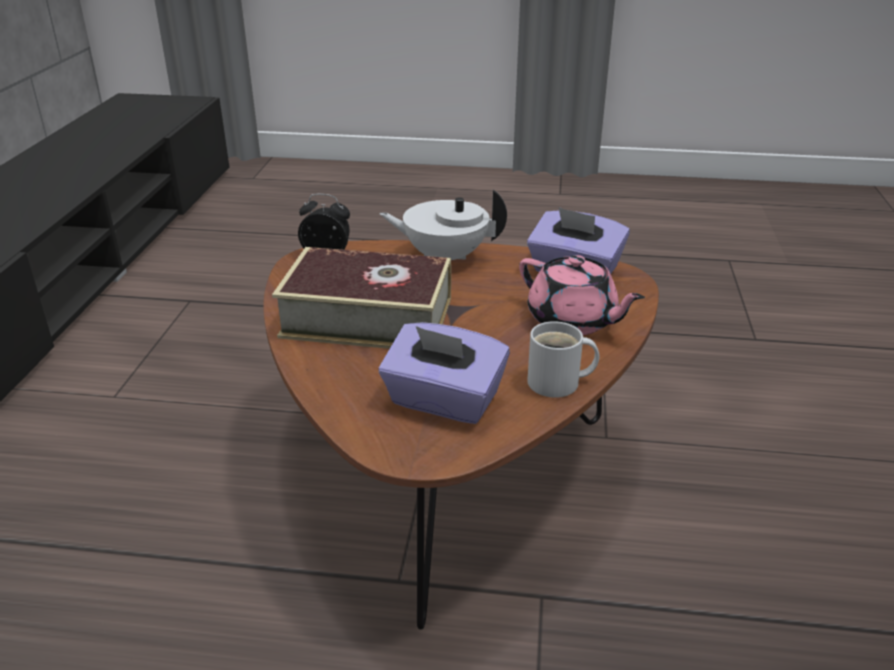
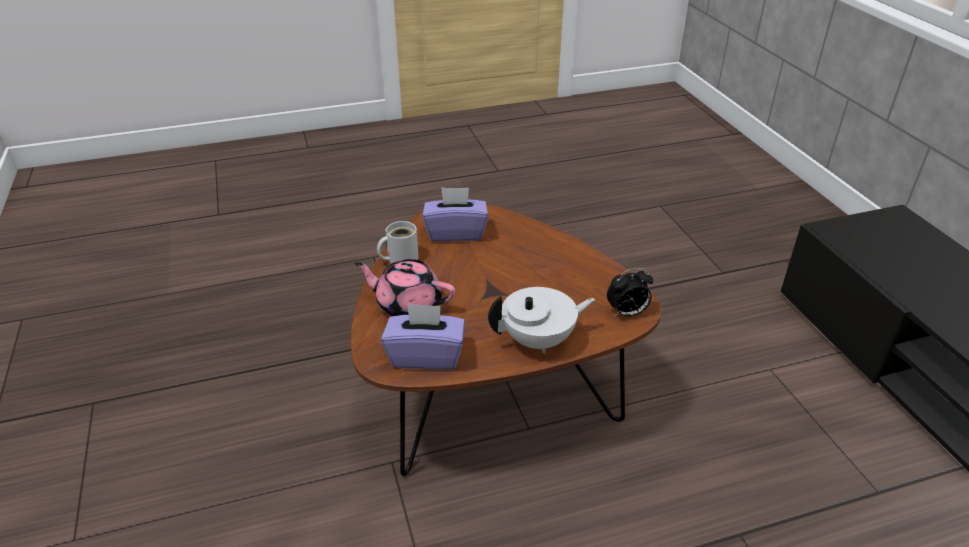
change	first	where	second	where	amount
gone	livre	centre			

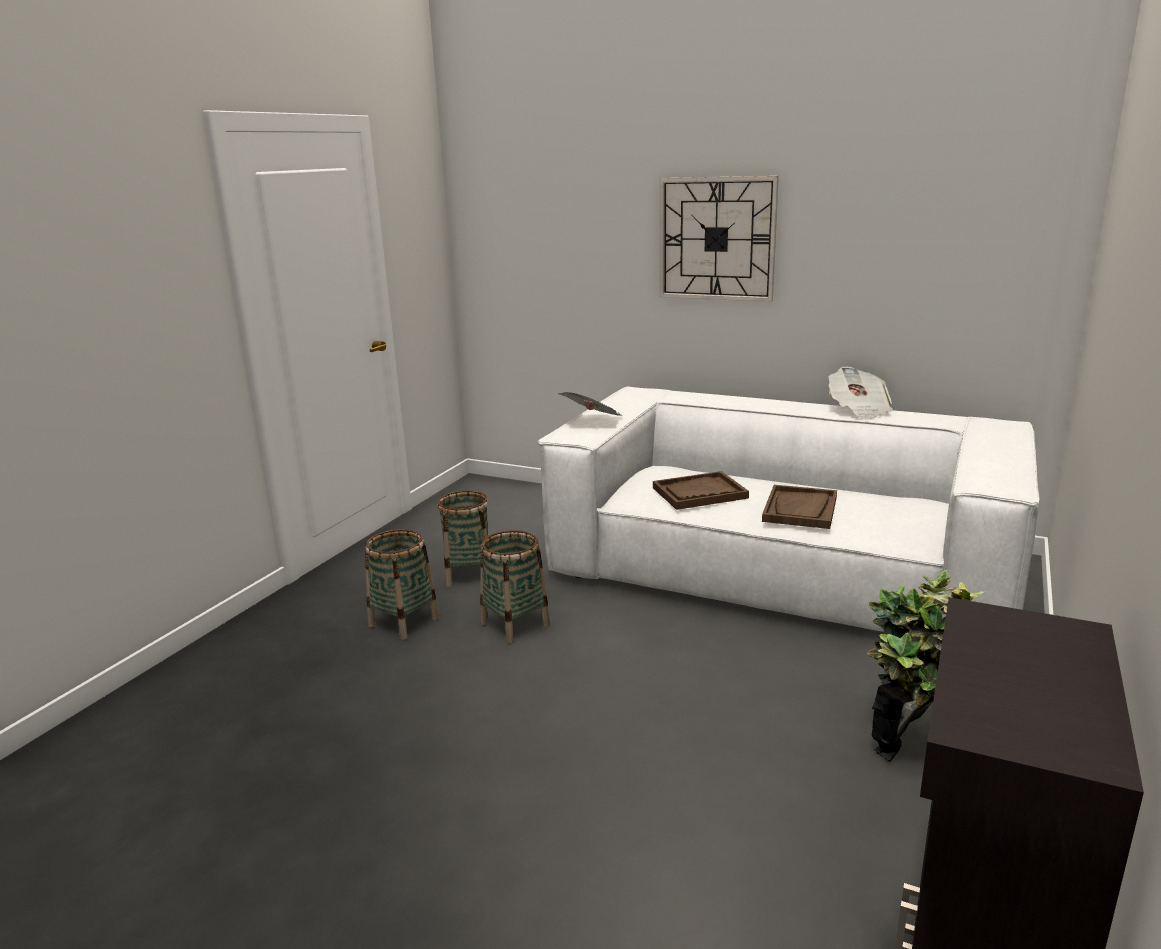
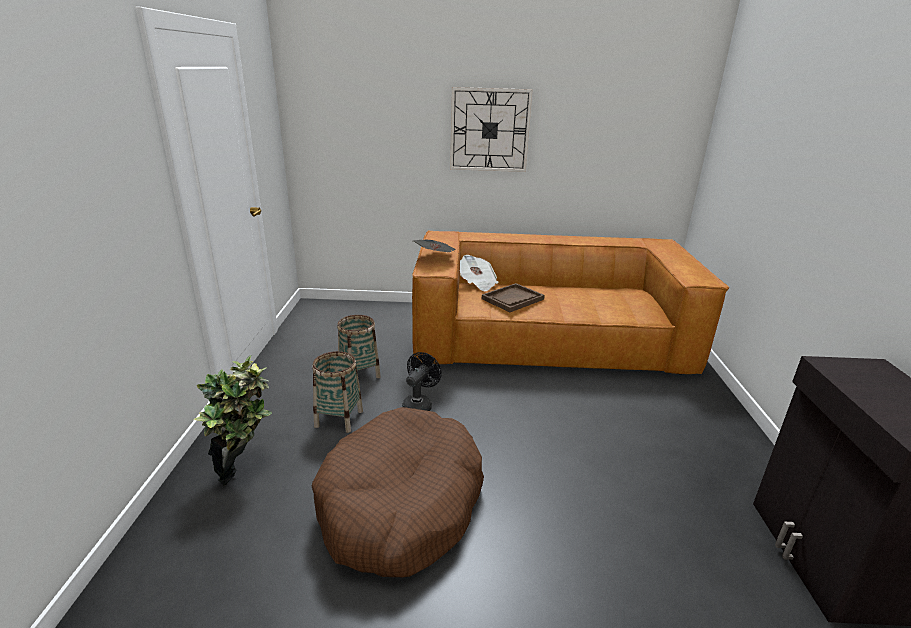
change	first	where	second	where	amount
shifted	plante en pot	bottom right		bottom left	
new			panier pour chien/marron	bottom centre	
swapped	panier (no. 3 from left)	centre	ventilateur/noir	centre	
repainted	canapé/blanc	middle right	canapé/marron	centre	
shifted	journal (no. 2 from left)	middle right		centre	
gone	plateau/marron (no. 2 from left)	middle right			

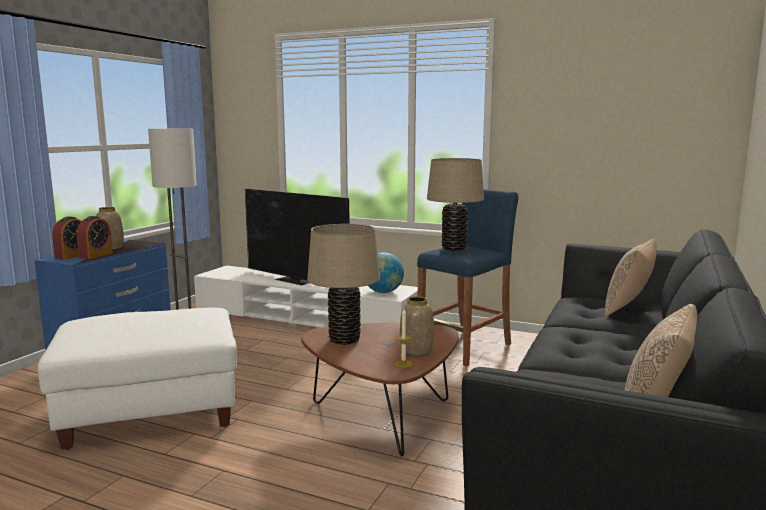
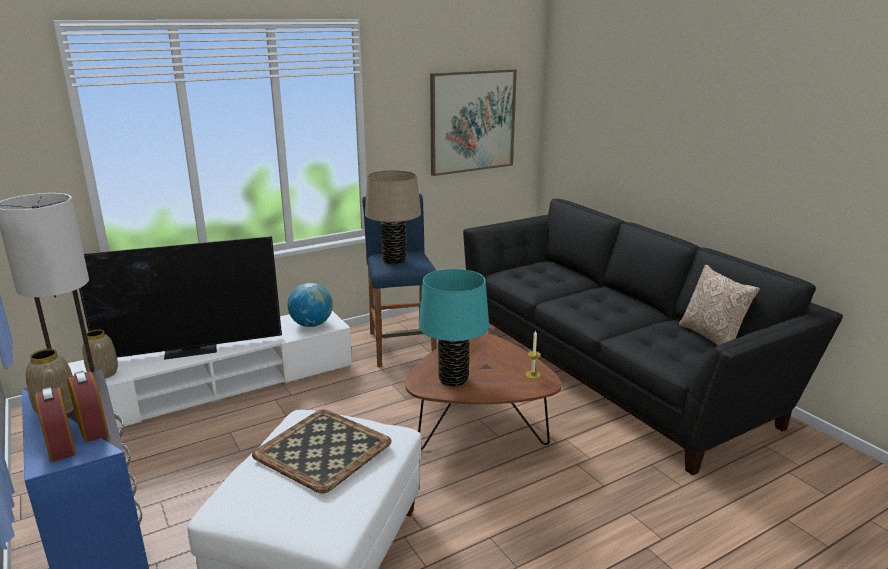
change	first	where	second	where	amount
shifted	vase (no. 2 from left)	centre		middle left	
new			plateau	bottom centre	
repainted	lampe de table/beige (no. 1 from left)	centre	lampe de table/turquoise	centre	
new			tableau	top centre	
gone	coussin (no. 1 from left)	middle right			

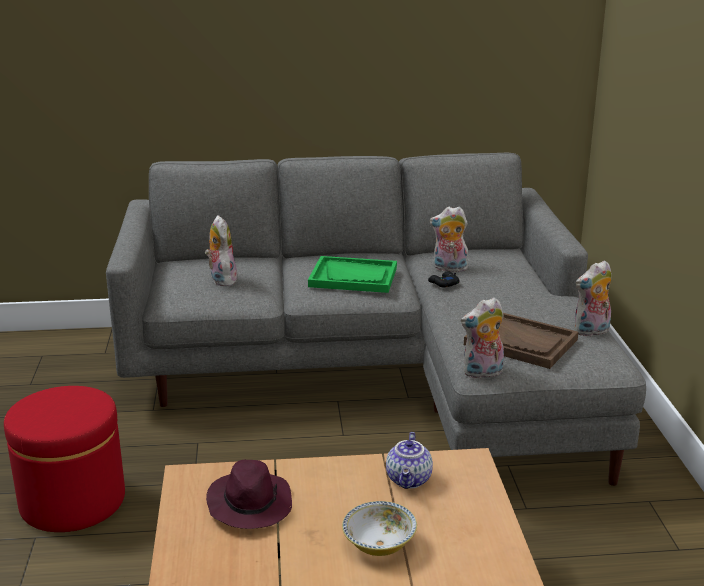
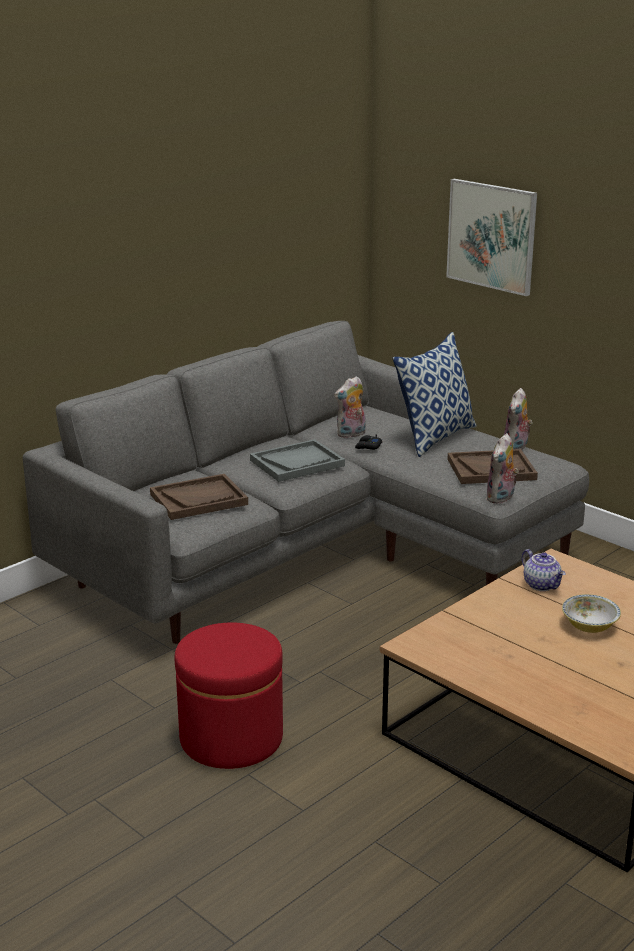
change	first	where	second	where	amount
swapped	peluche (no. 1 from left)	middle left	plateau/marron (no. 1 from left)	middle left	
repainted	plateau/vert	centre	plateau/gris	centre	
new			coussin	middle right	
new			tableau	top right	
gone	chapeau/violet	bottom centre			

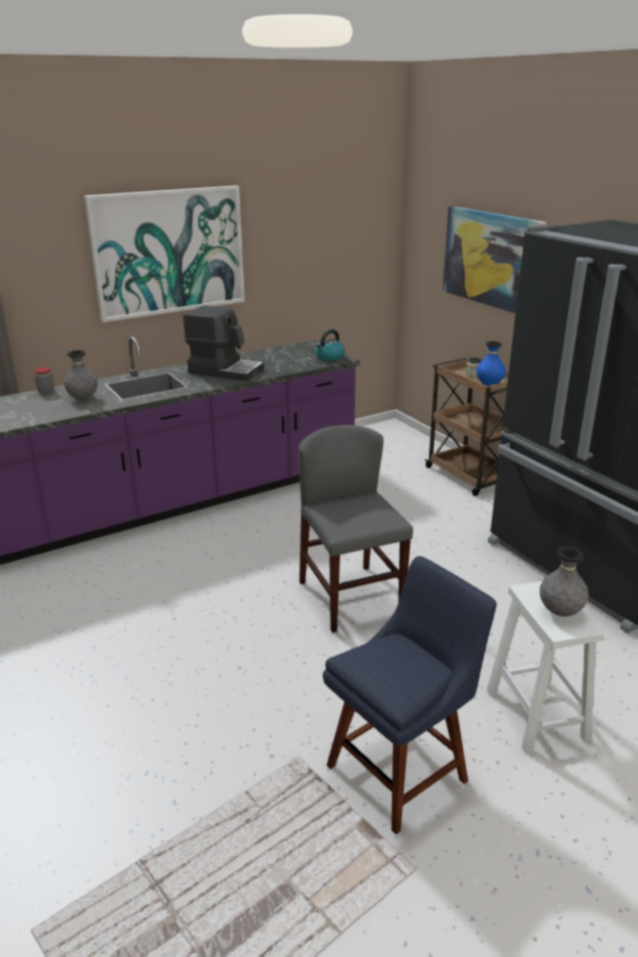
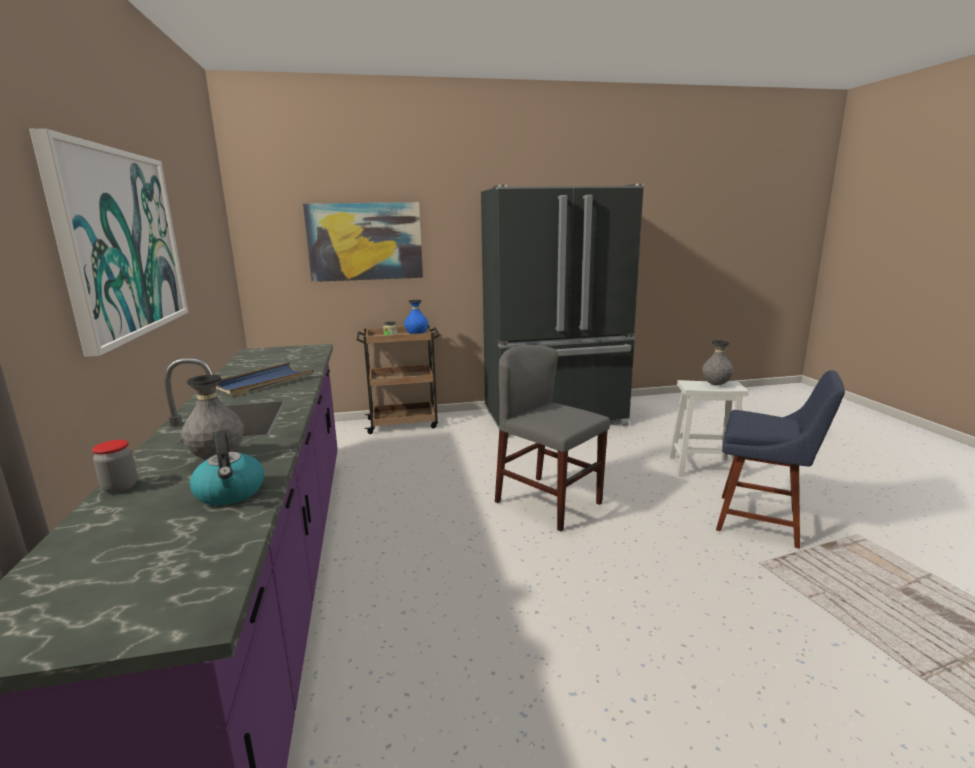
change	first	where	second	where	amount
shifted	bouilloire	centre		middle left	
swapped	machine à café	centre	plateau/bleu	middle left	
rotated	chaise/gris	centre		centre	45 degrees clockwise
rotated	chaise/bleu	bottom centre		middle right	135 degrees clockwise

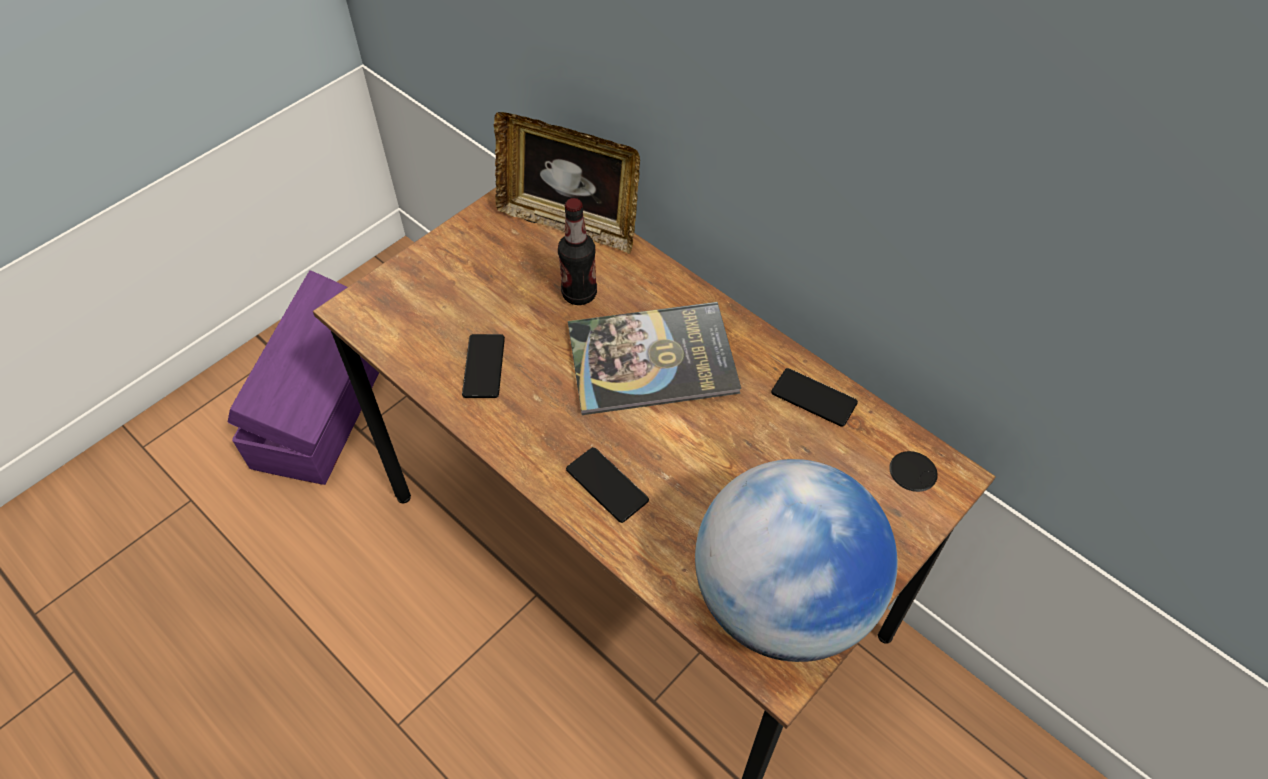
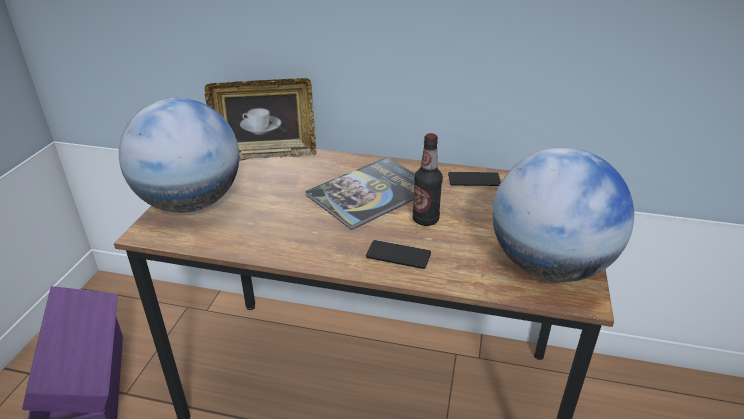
change	first	where	second	where	amount
new			globe (no. 1 from left)	middle left	
shifted	bouteille	top centre		centre	
gone	téléphone (no. 1 from left)	centre			

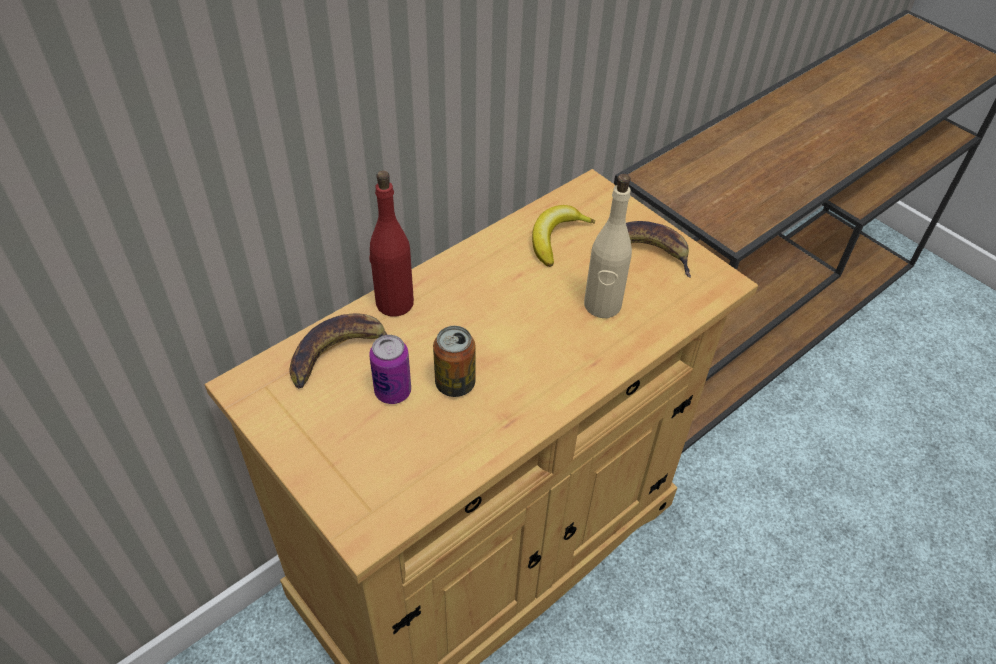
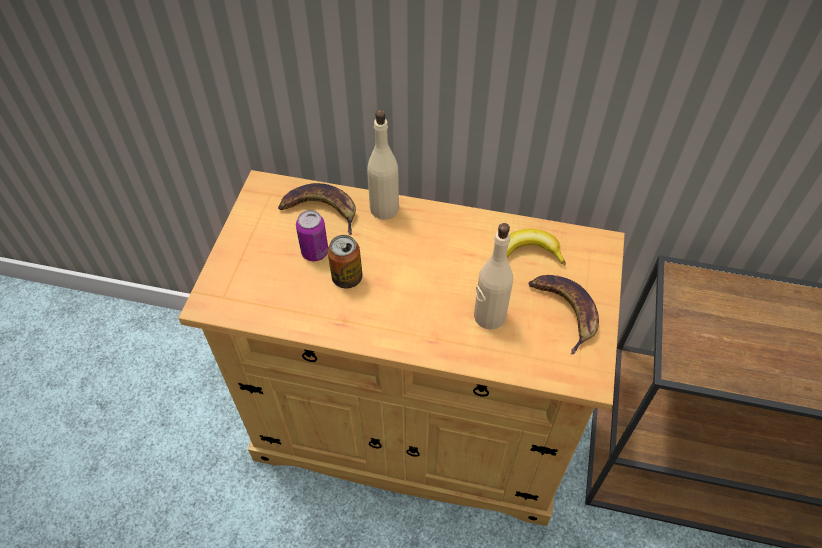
change	first	where	second	where	amount
repainted	bouteille/rouge	centre	bouteille/beige (no. 1 from left)	top centre	

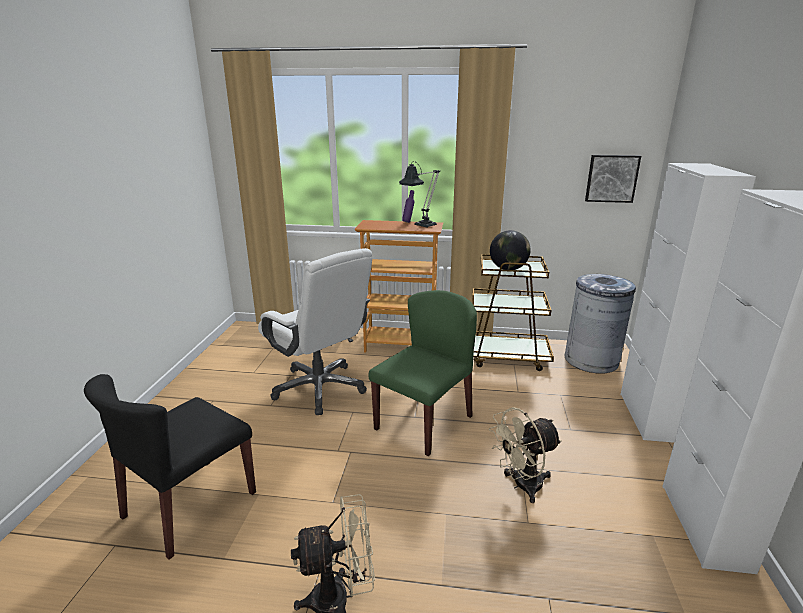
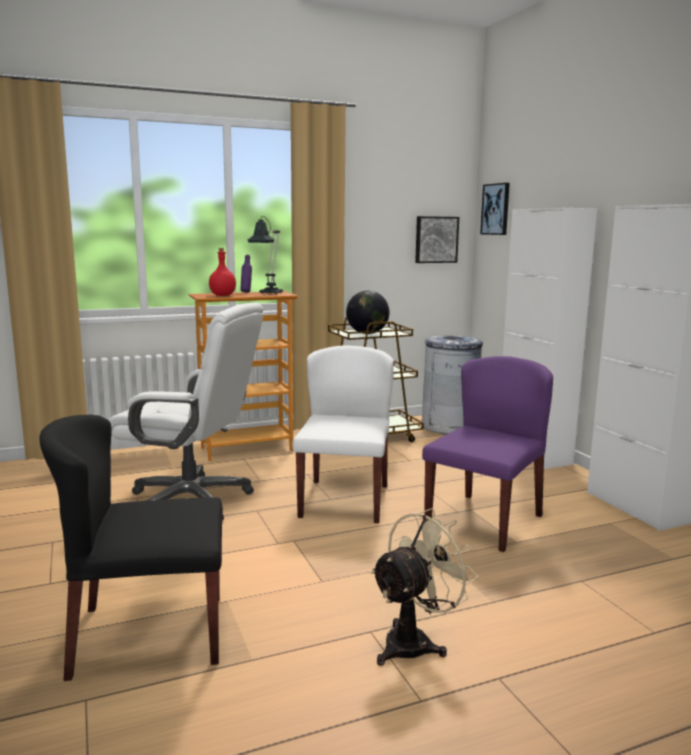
change	first	where	second	where	amount
rotated	chaise/noir	bottom left		bottom left	75 degrees clockwise
new			bouteille/rouge	middle left	
repainted	chaise/vert	centre	chaise/blanc	centre	
swapped	ventilateur/beige (no. 2 from left)	bottom centre	chaise/violet	middle right	
new			tableau (no. 2 from left)	top right	

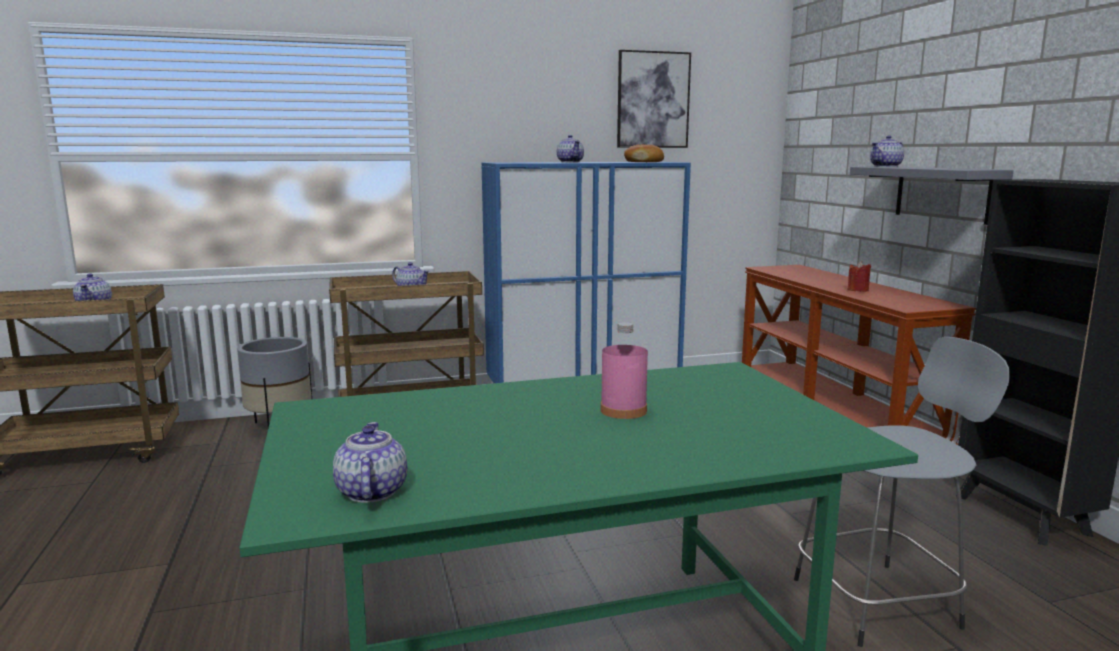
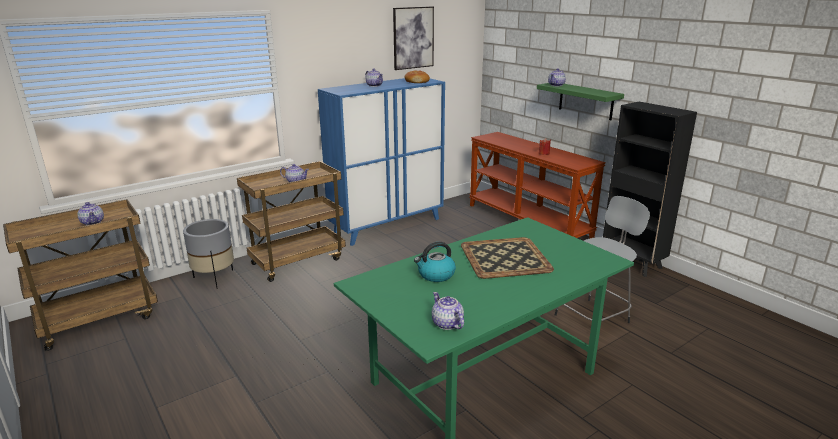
change	first	where	second	where	amount
new			bouilloire	centre	
swapped	bouteille/rose	centre	plateau	centre	
repainted	étagère/gris	top right	étagère/vert	top right	

